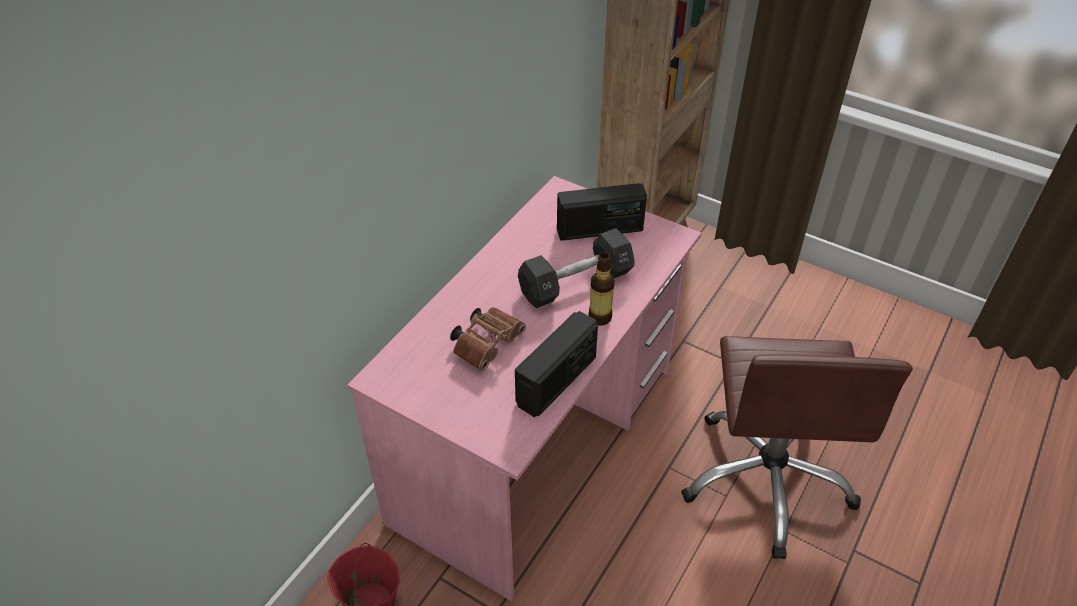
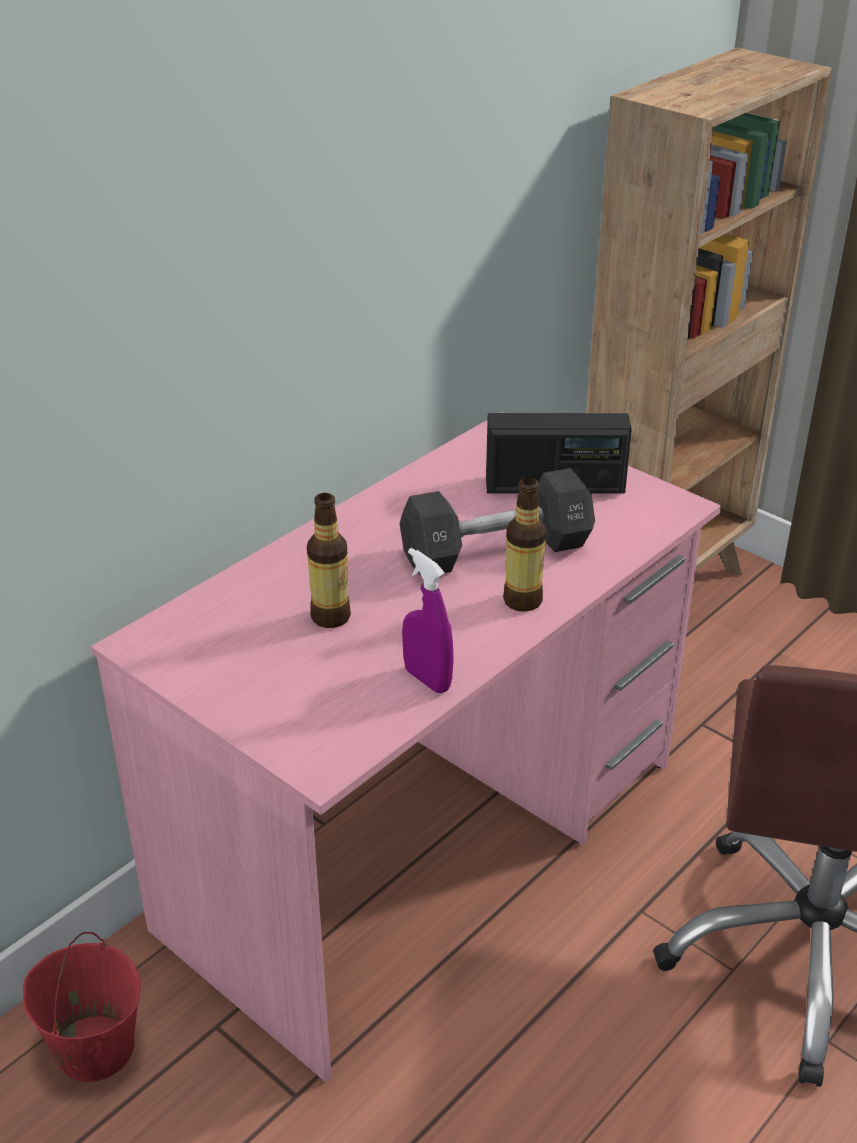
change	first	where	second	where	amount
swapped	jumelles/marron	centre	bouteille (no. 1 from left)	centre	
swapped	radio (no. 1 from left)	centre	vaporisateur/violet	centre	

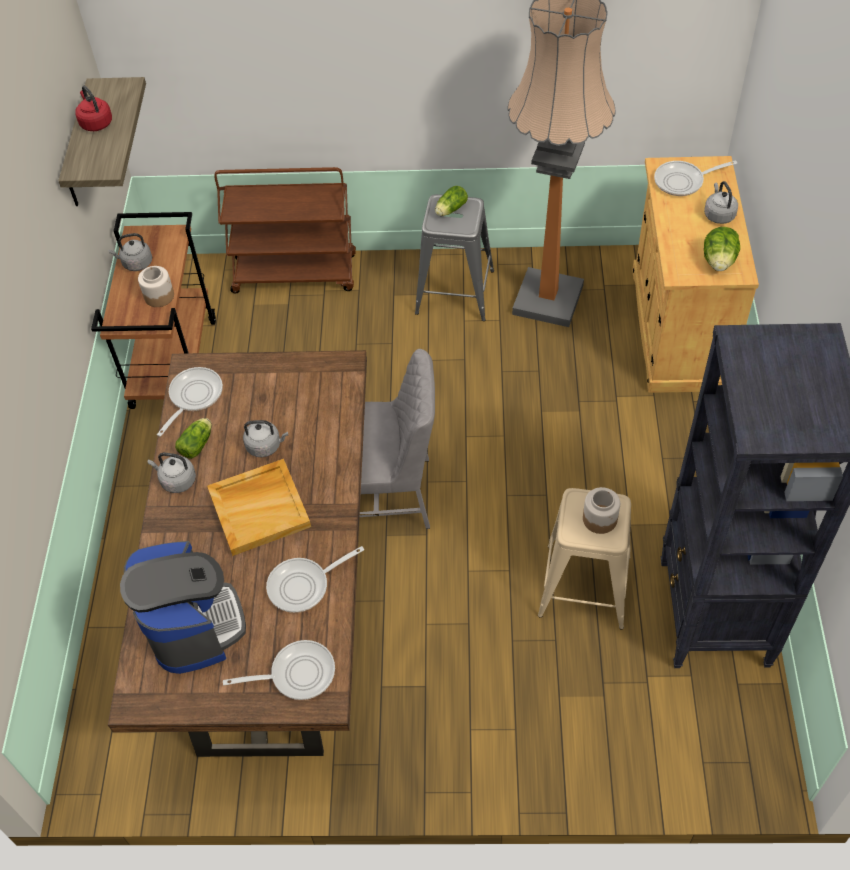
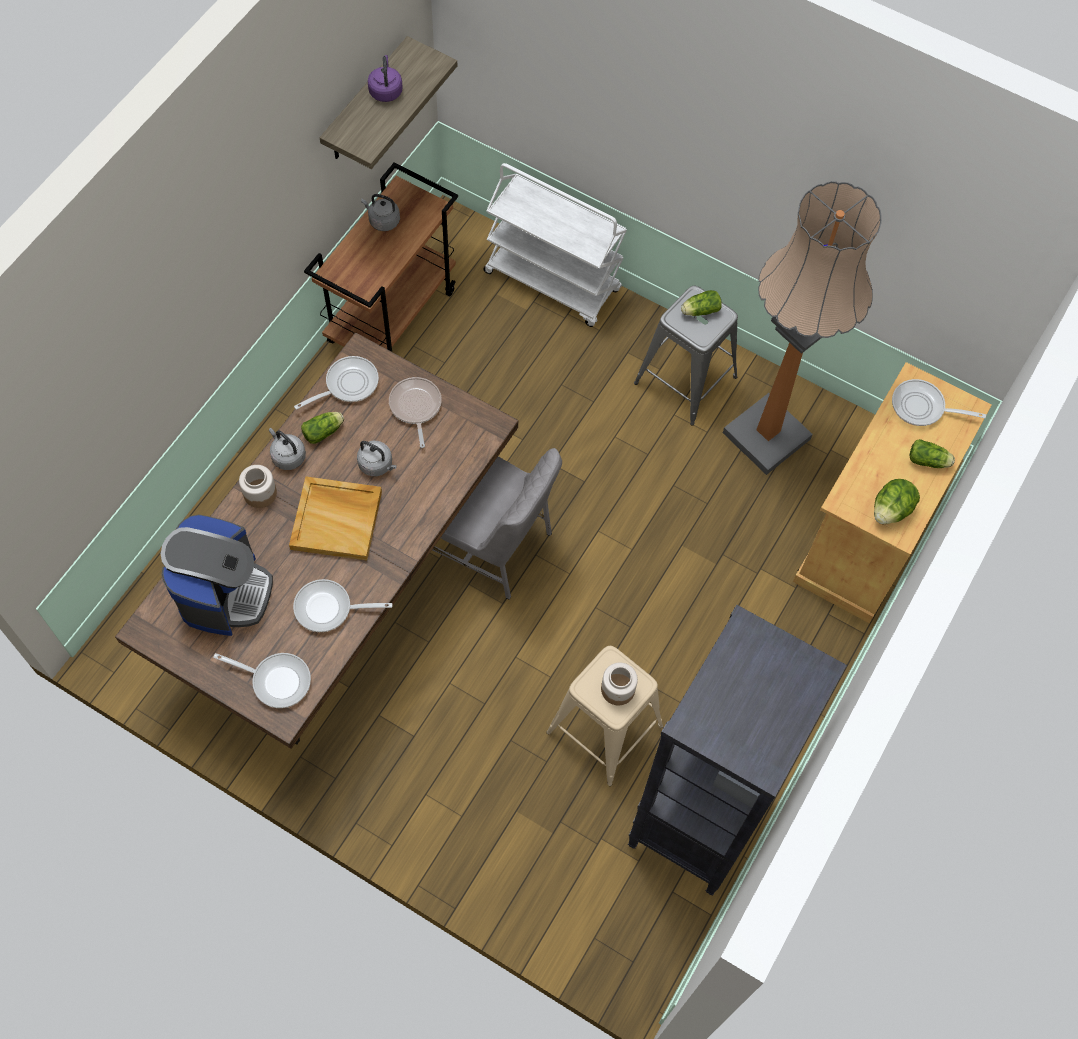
change	first	where	second	where	amount
shifted	bocal (no. 1 from left)	top left		middle left	
repainted	bouilloire/rouge	top left	bouilloire/violet	top centre	
new			poêle (no. 4 from left)	centre	
repainted	chariot/marron (no. 2 from left)	top centre	chariot/blanc	top centre	
swapped	bouilloire/gris (no. 4 from left)	top right	laitue (no. 4 from left)	middle right	

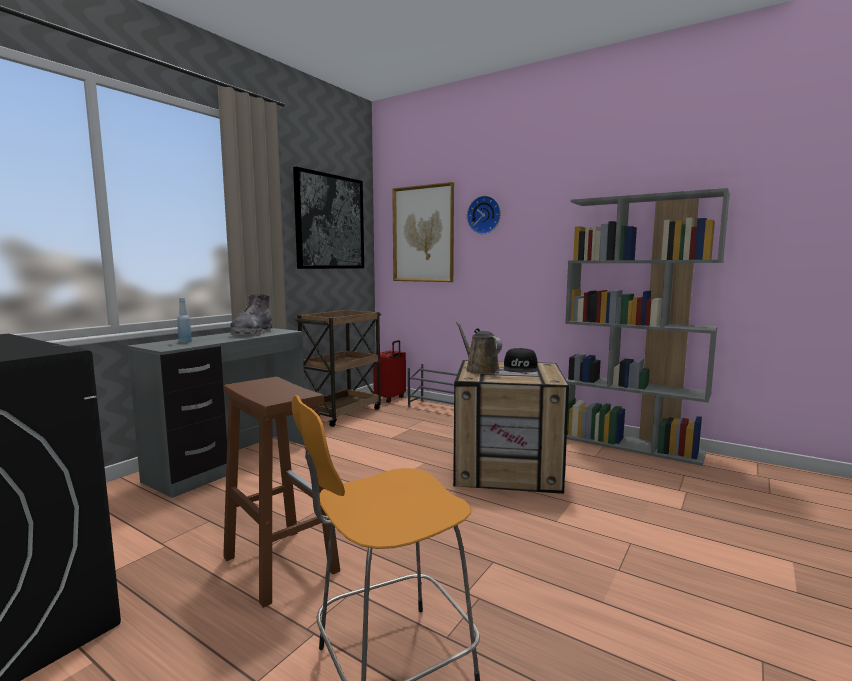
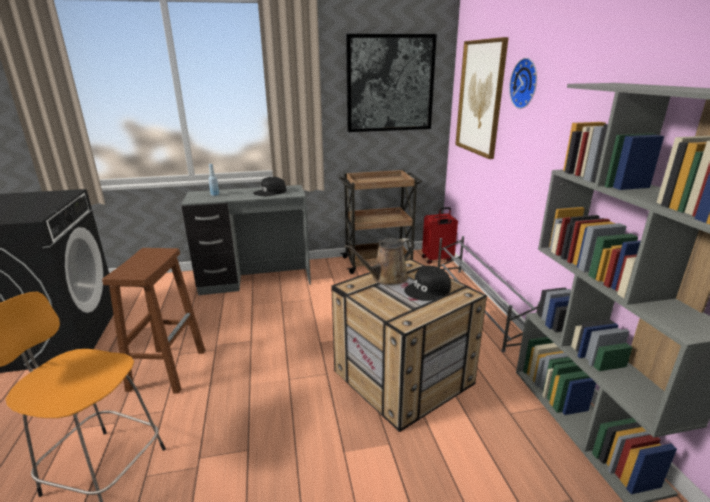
change	first	where	second	where	amount
swapped	botte/gris	middle left	casquette/noir (no. 1 from left)	centre	
rotated	arrosoir/marron	centre		centre	135 degrees counterclockwise

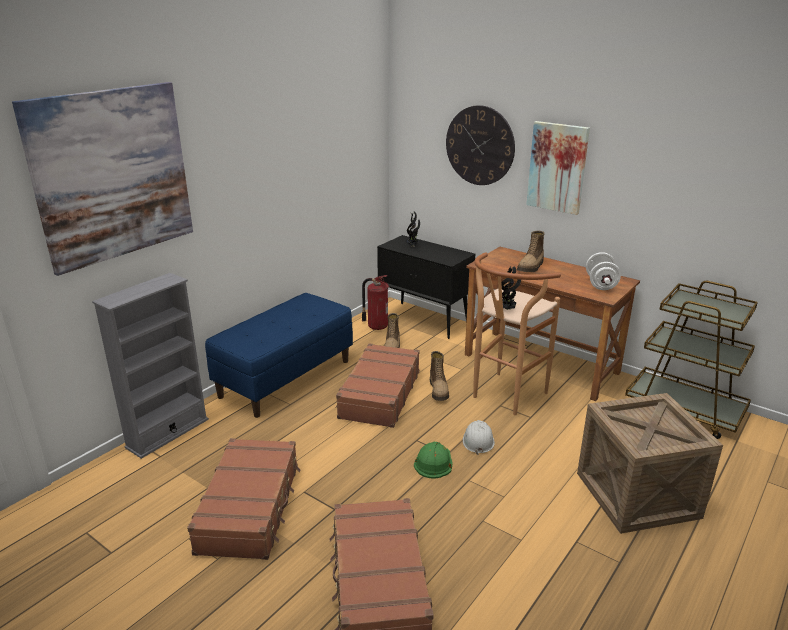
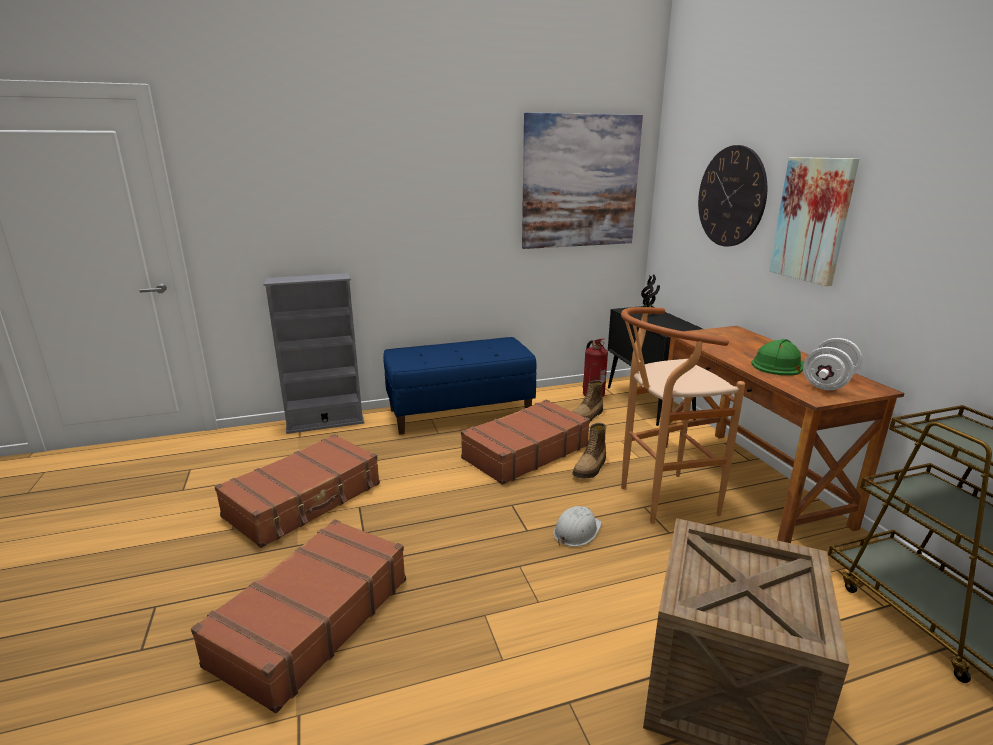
change	first	where	second	where	amount
shifted	tableau (no. 1 from left)	top left		top centre	
shifted	casque de chantier/vert	bottom centre		middle right	
gone	plante en pot (no. 2 from left)	centre			
gone	botte (no. 3 from left)	middle right			

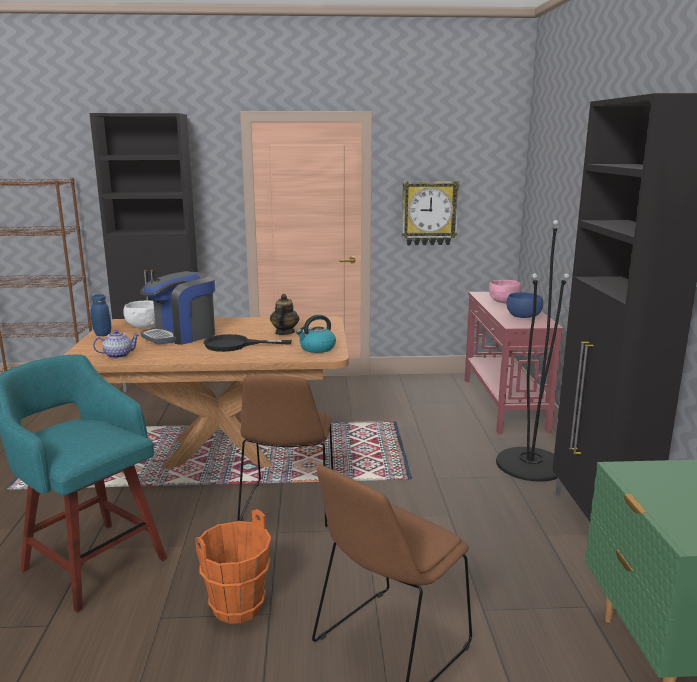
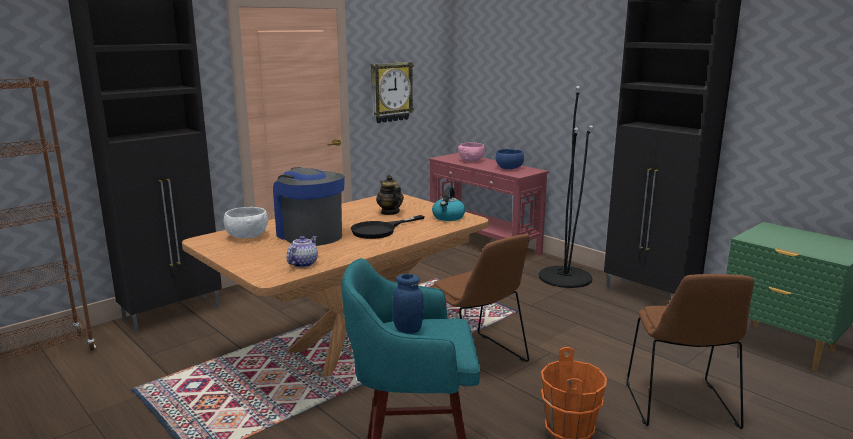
change	first	where	second	where	amount
rotated	machine à café	middle left		centre	135 degrees clockwise
shifted	bocal/bleu	middle left		bottom centre	

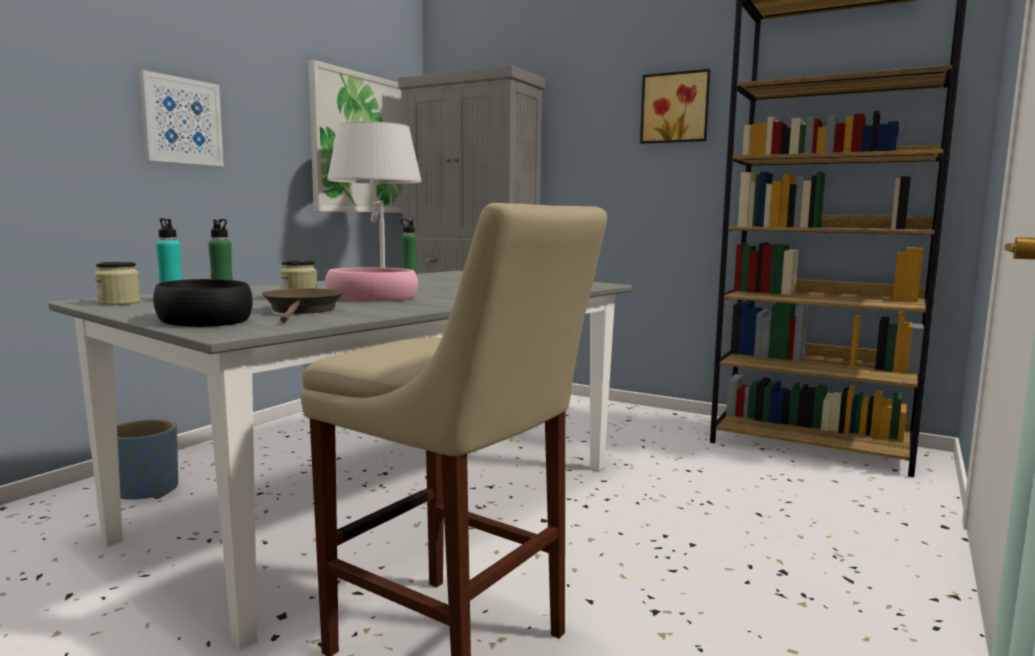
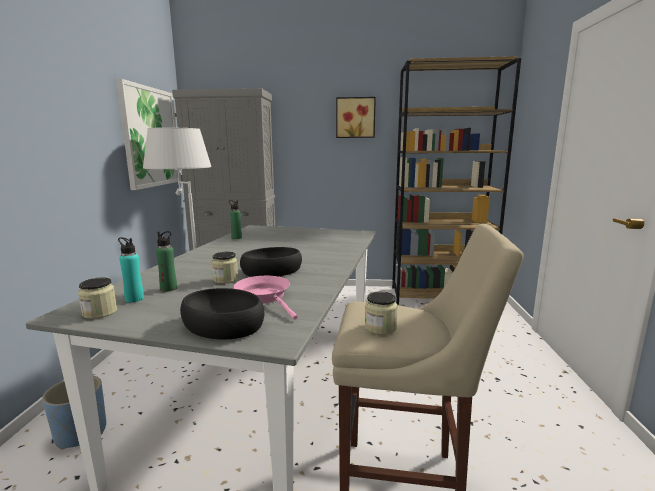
change	first	where	second	where	amount
repainted	poêle/marron	middle left	poêle/rose	centre	
repainted	bol/rose	centre	bol/noir (no. 2 from left)	centre	
new			bocal (no. 3 from left)	centre	
gone	tableau (no. 1 from left)	top left			

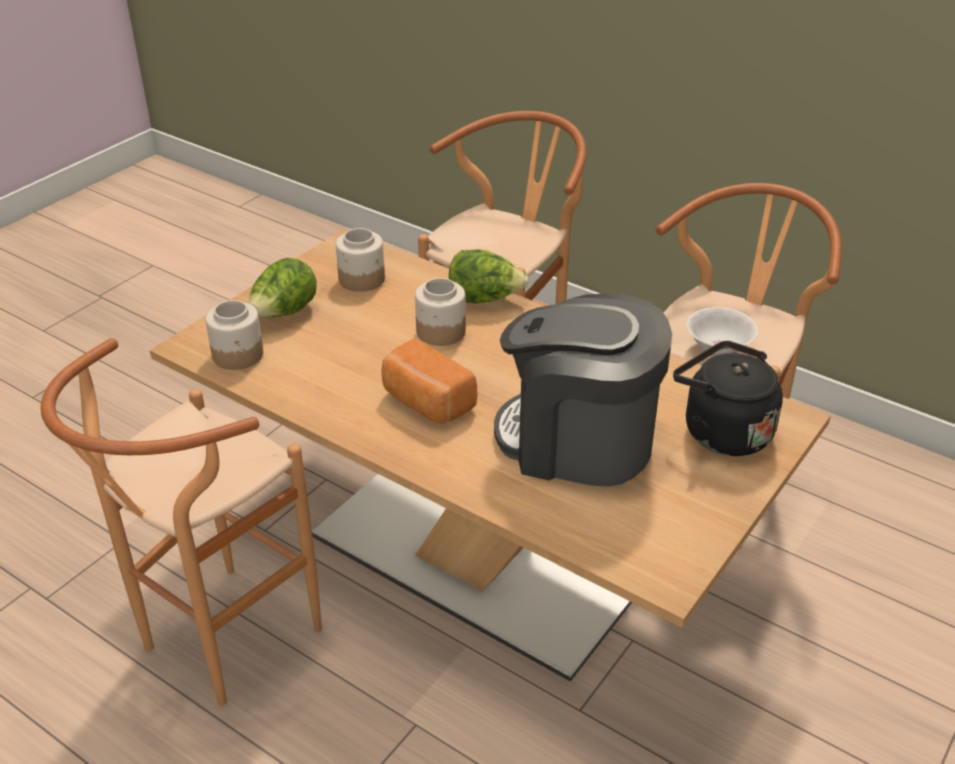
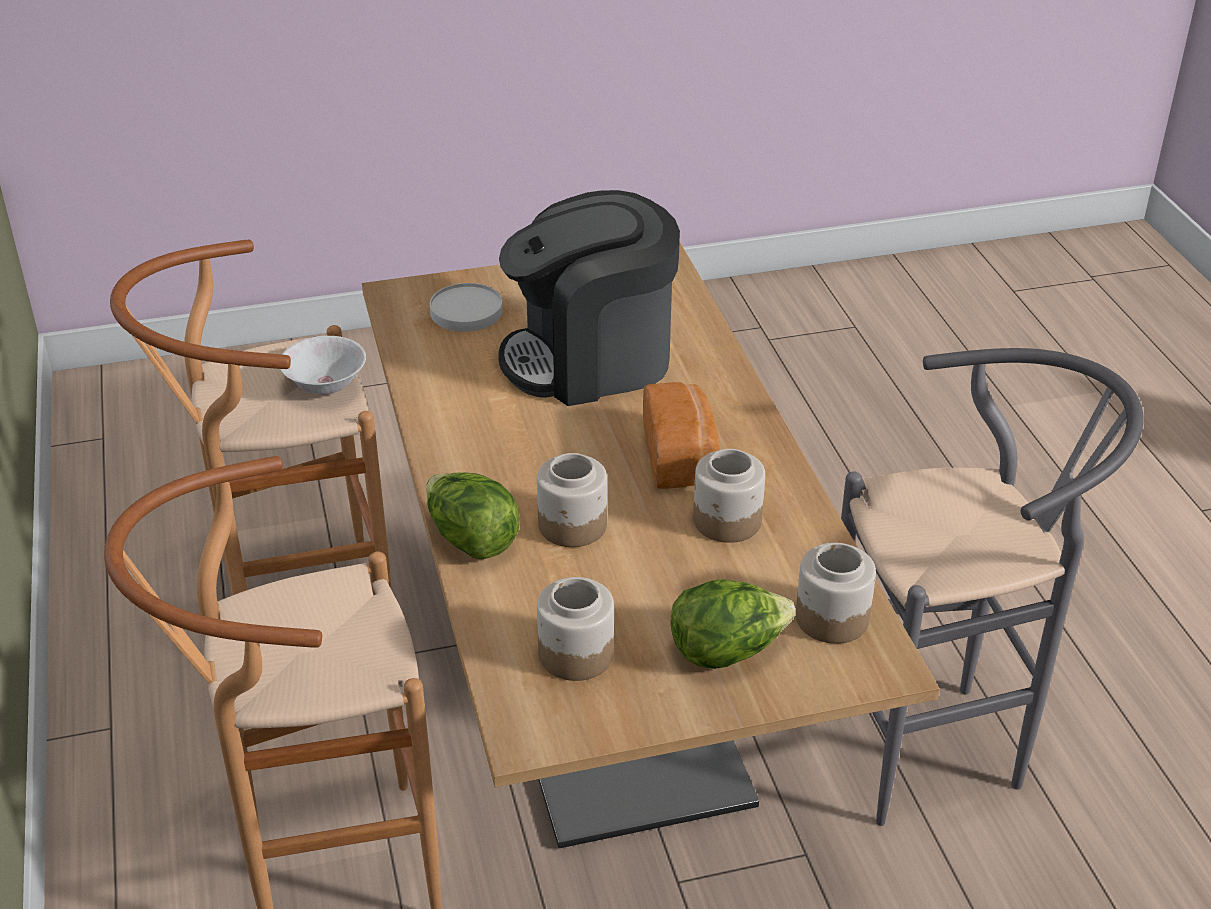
change	first	where	second	where	amount
swapped	bouilloire/noir	middle right	assiette/blanc	centre	
rotated	machine à café	centre		top centre	105 degrees clockwise
new			bocal (no. 3 from left)	centre	
repainted	tabouret/marron (no. 1 from left)	bottom left	tabouret/gris	middle right	

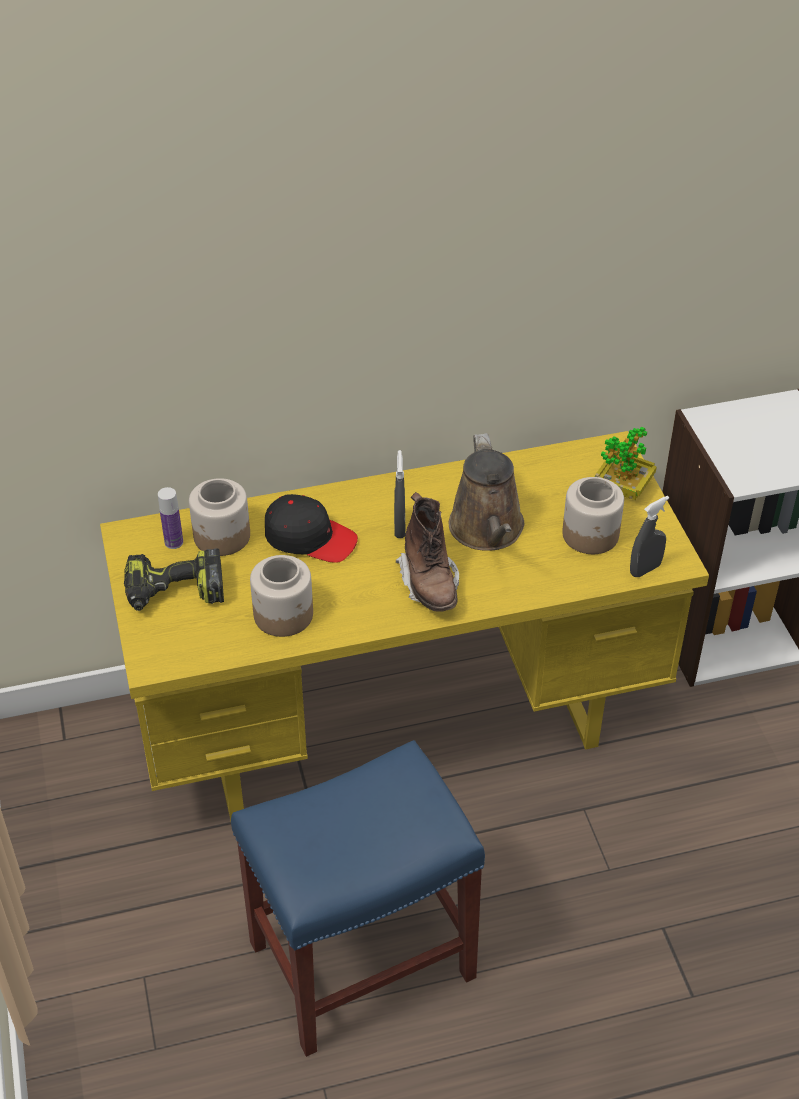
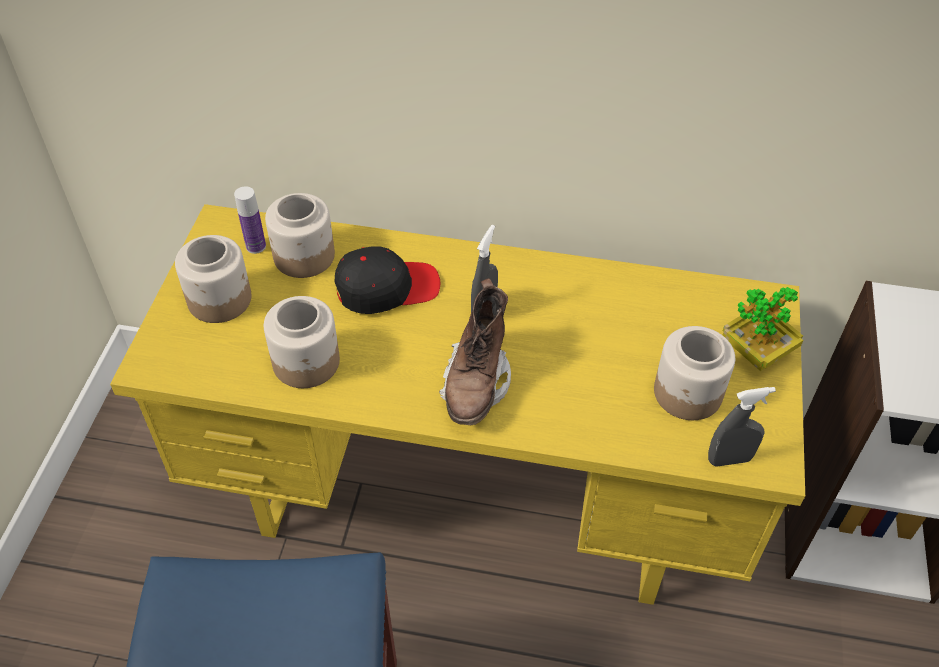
change	first	where	second	where	amount
swapped	perceuse	middle left	bocal (no. 1 from left)	middle left	
rotated	casquette/noir	centre		centre	60 degrees counterclockwise
gone	arrosoir/marron	centre			

